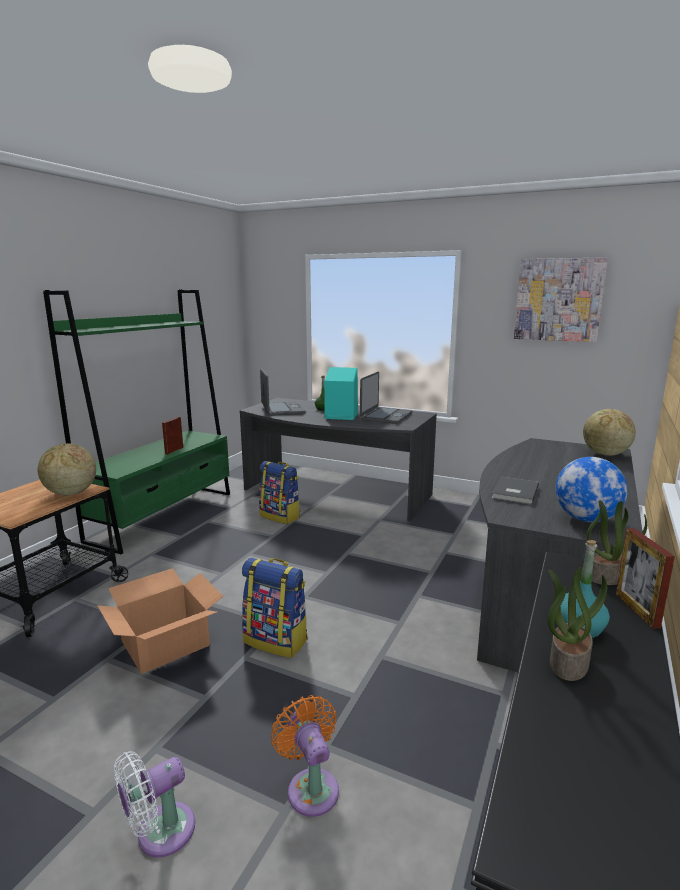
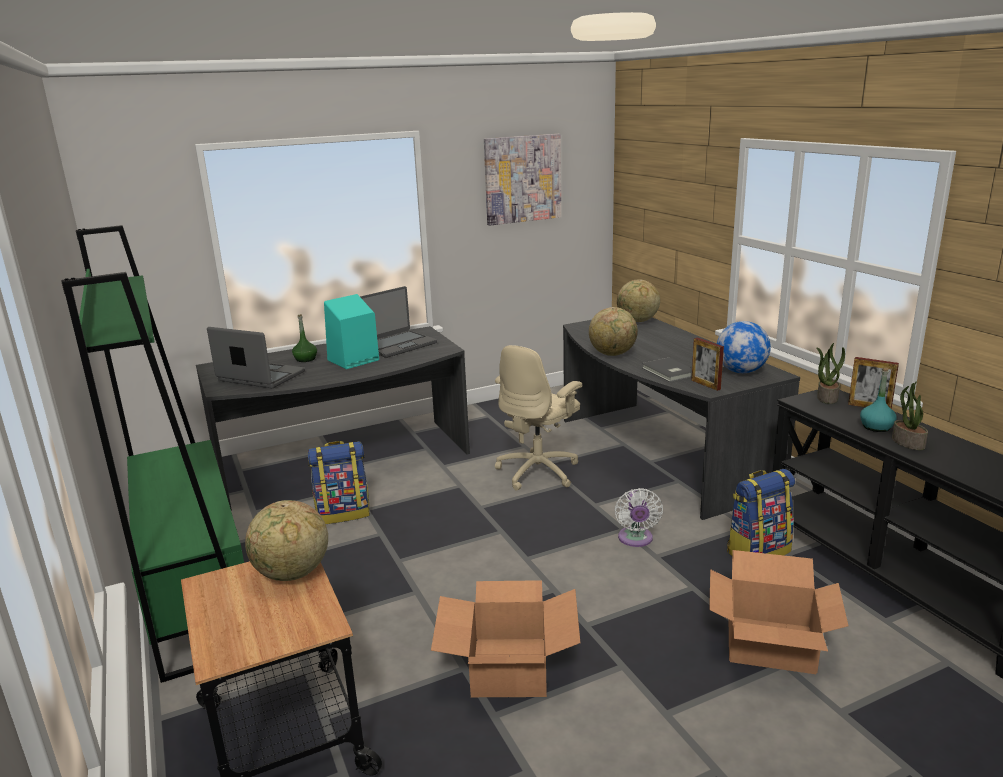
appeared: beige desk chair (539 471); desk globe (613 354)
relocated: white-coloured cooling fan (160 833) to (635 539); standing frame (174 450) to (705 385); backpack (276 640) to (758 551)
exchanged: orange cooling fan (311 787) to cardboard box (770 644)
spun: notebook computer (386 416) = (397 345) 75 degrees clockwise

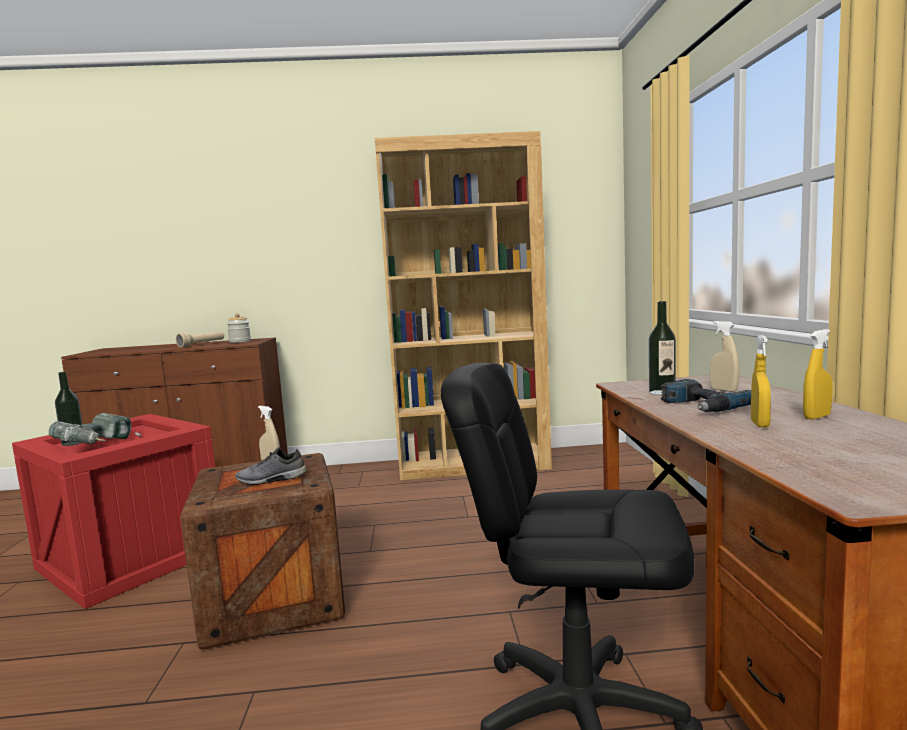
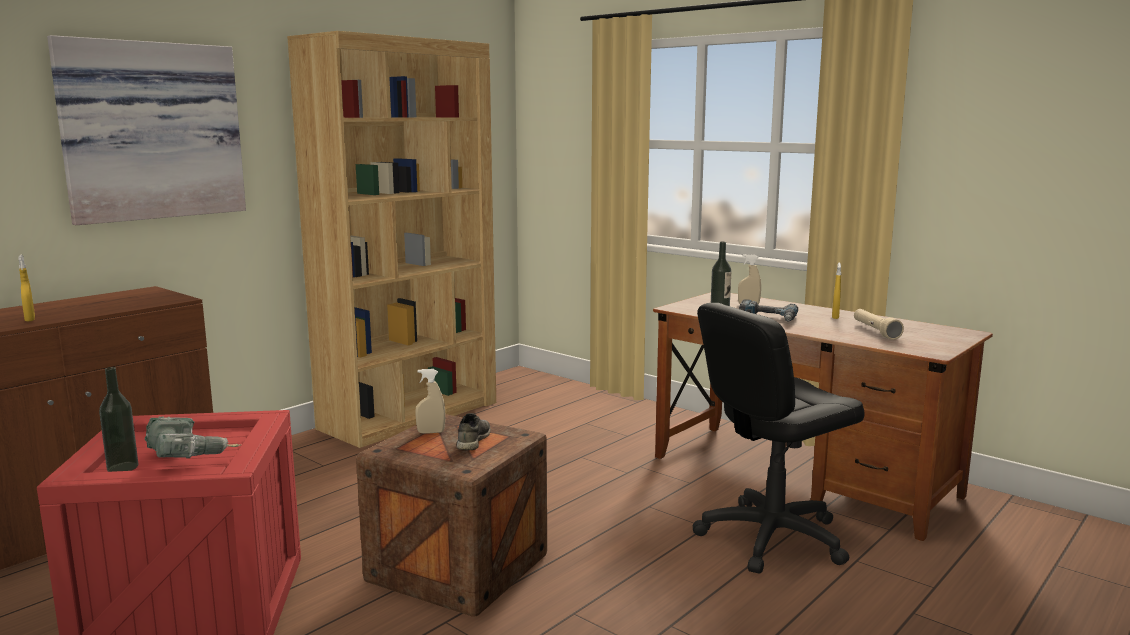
missing: storage jar (240 341)
appeared: wall art (151 131)
relocated: beige flashlight (202 344) to (875 331); yellowish spray bottle (760 424) to (30 319)
spun: grey shoe (271 480) = (472 441) 150 degrees clockwise

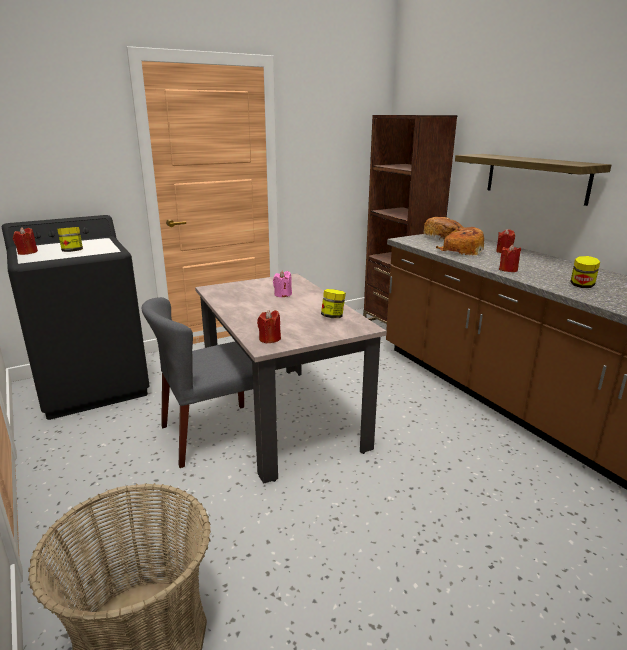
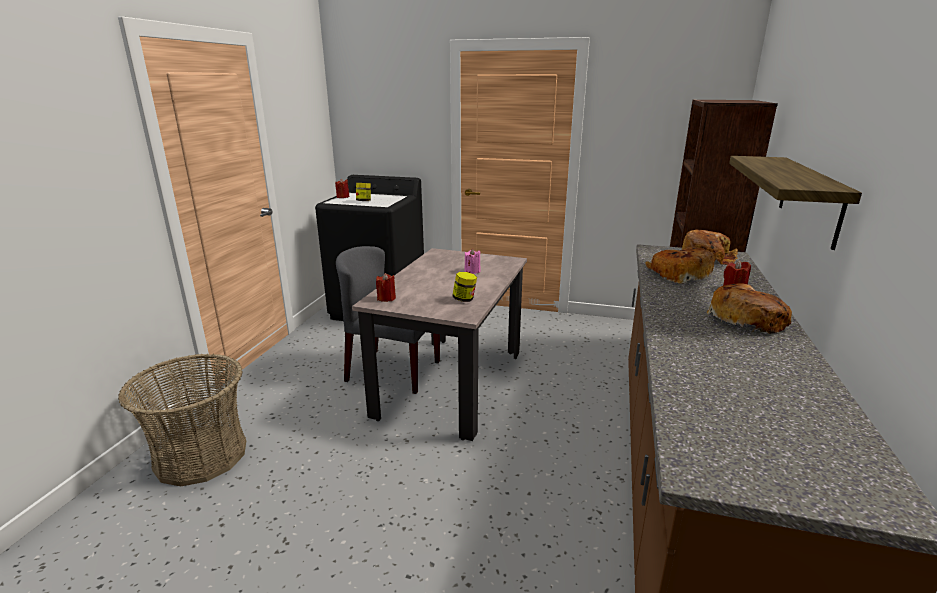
missing: reddish wax light (508 270); storage jar (581 286)
appeared: bakery bread (746 319)

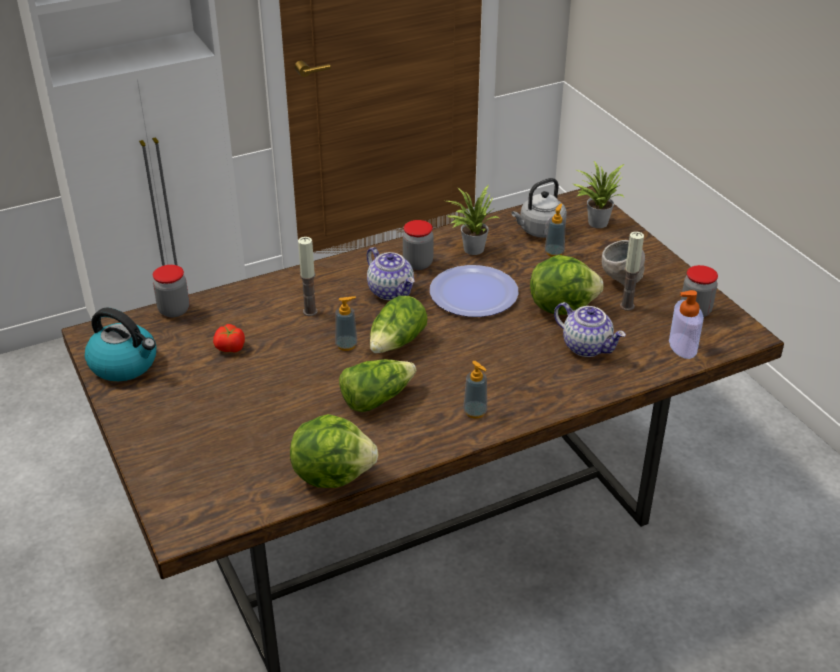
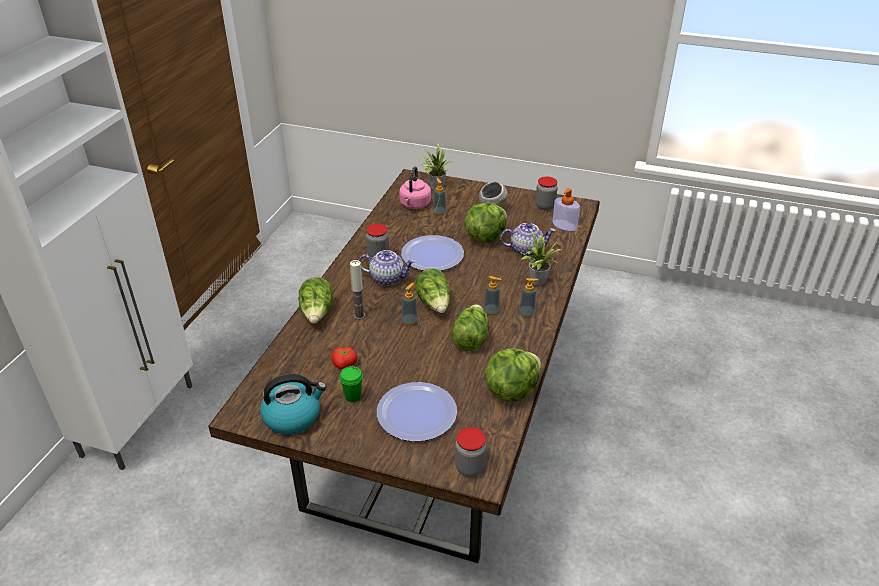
missing: wax light (627 306)
appeared: head of lettuce (317 313); green-coloured small cup (353 396); plate (416 412); soap dispenser (491 311)
relocated: storage jar (174 310) to (470 467); potted plant (471 248) to (536 281)
colour: grey kettle (539 231) to pink kettle (414 205)

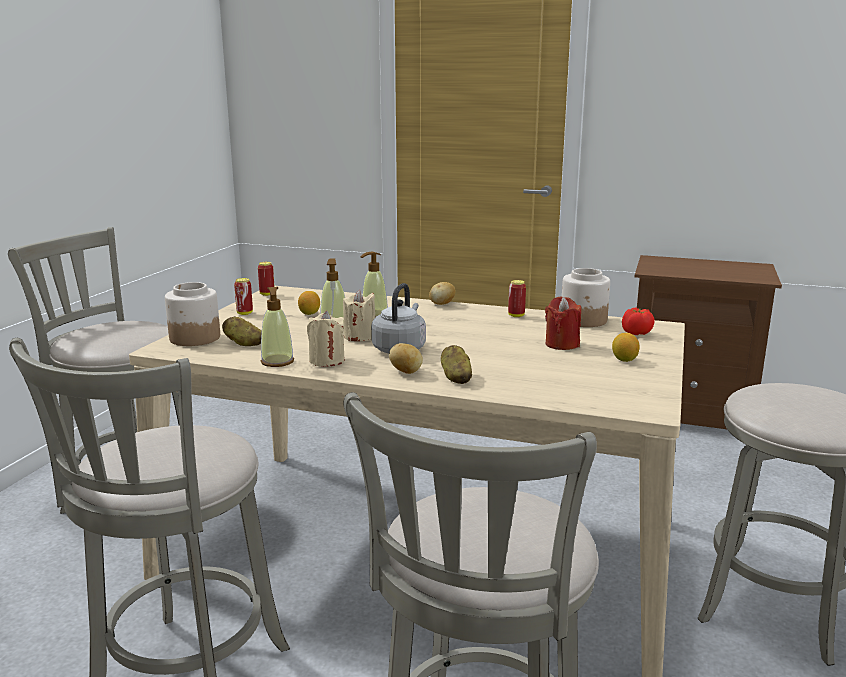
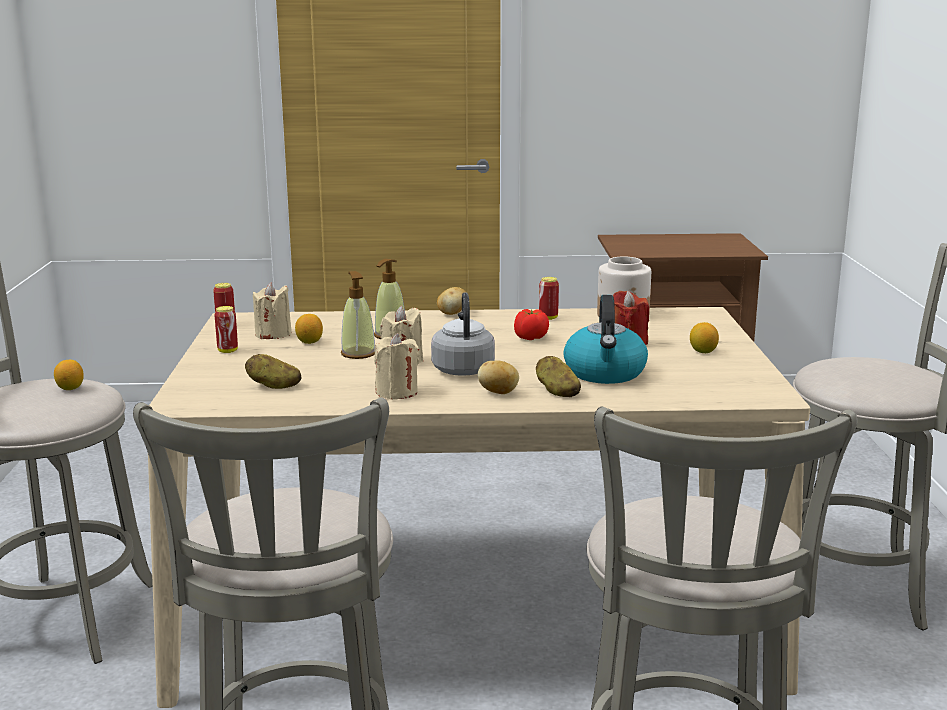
missing: storage jar (194 338); soap dispenser (277 362)
appeared: lemon (70 388); beige wax light (273 334); kettle (605 373)
relocated: fresh tomato (636 333) to (530 338)

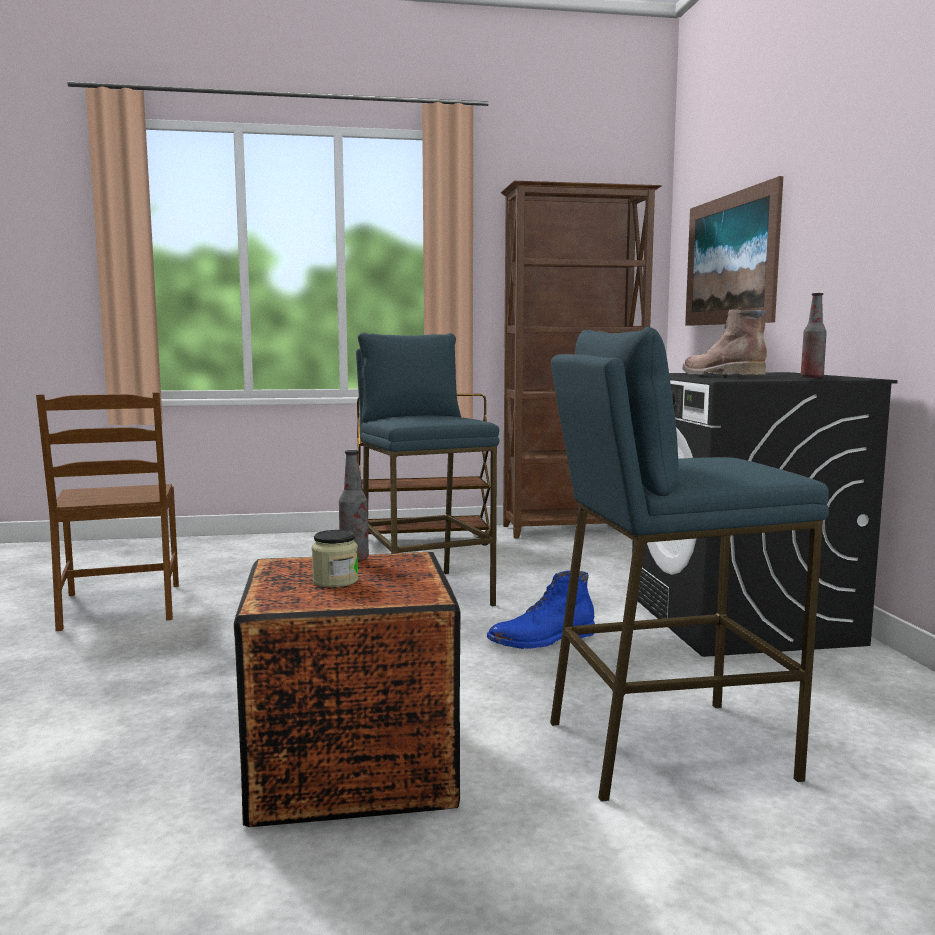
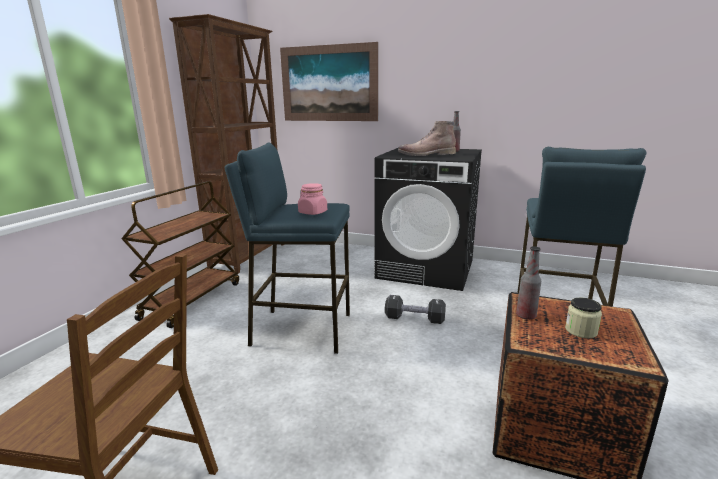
appeared: pink storage jar (312 212)
exchanged: bluish tall boot (542 640) to blackish hand weight (414 318)

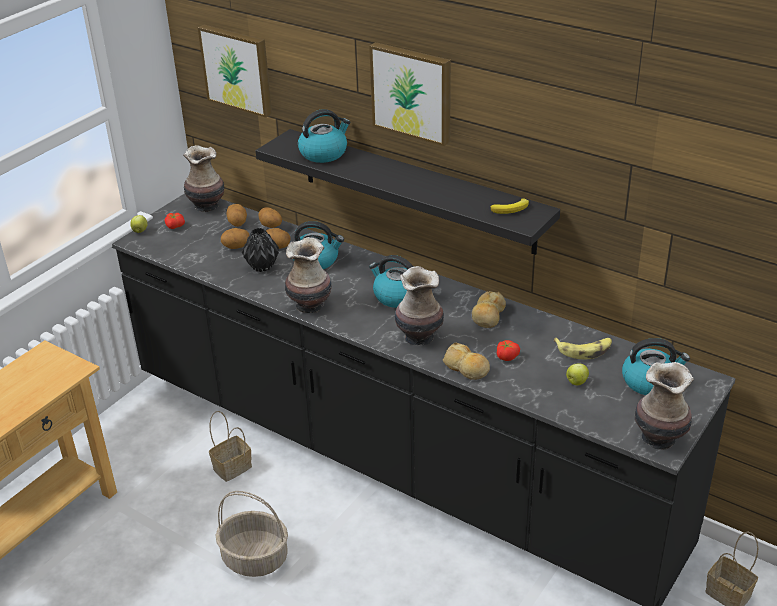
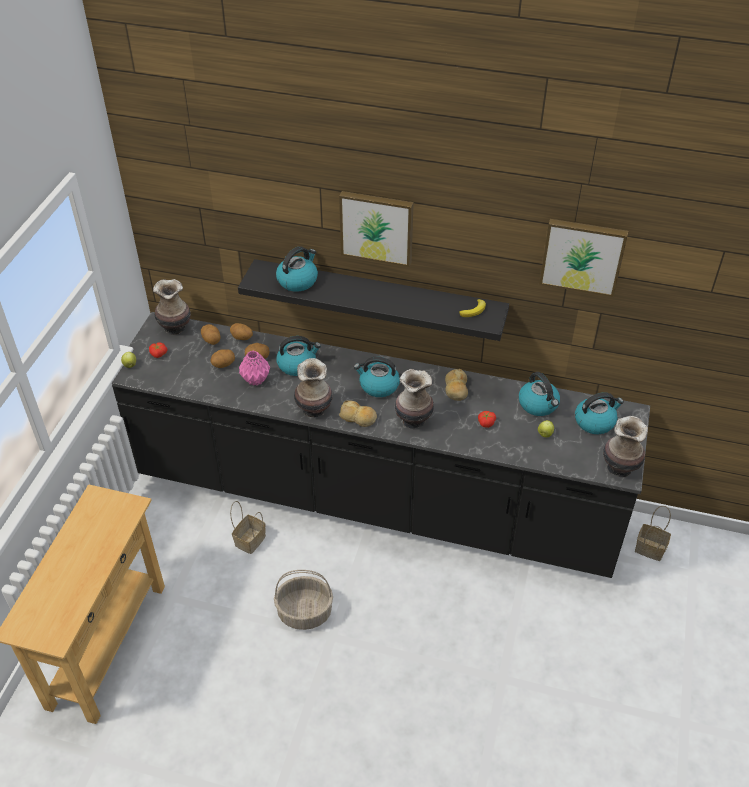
relocated: wall art (238 69) to (582 255); bakery bread (466 368) to (358 418)
exchanged: banana (584 350) to kettle (538 405)
colour: blackish vase (261 266) to pink vase (255 380)

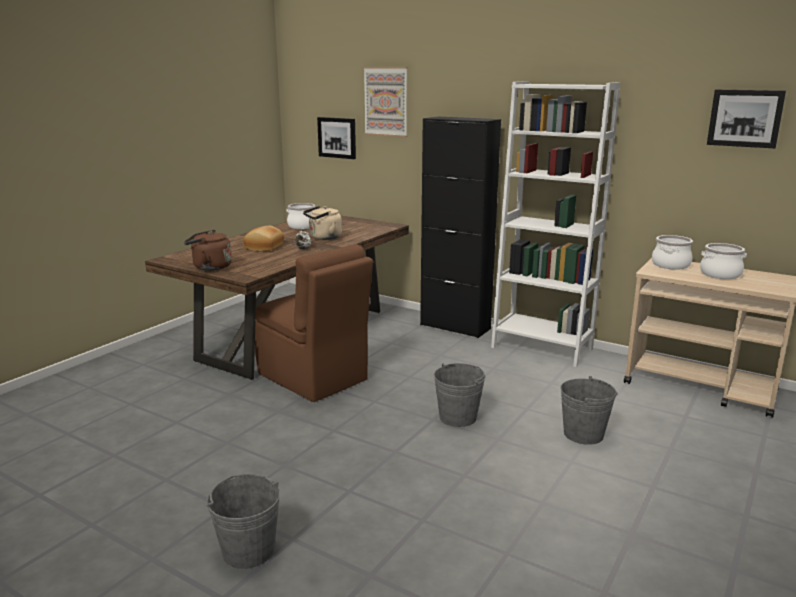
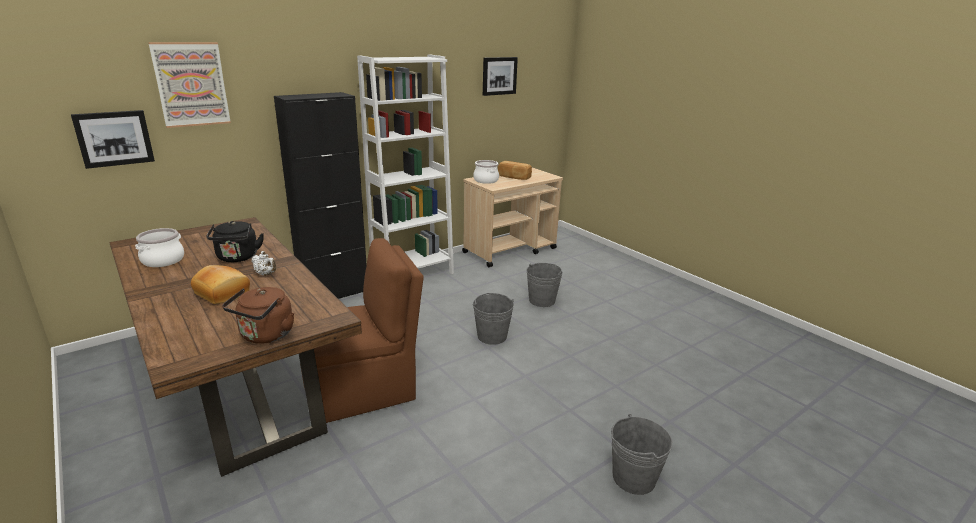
exchanged: saucepot (720 274) to bakery bread (514 177)
colour: beige kettle (323 238) to blackish kettle (237 258)

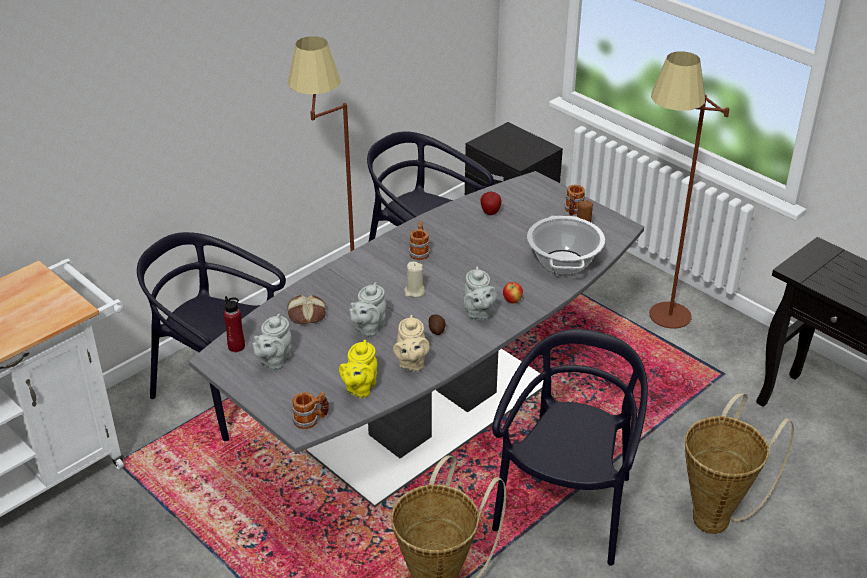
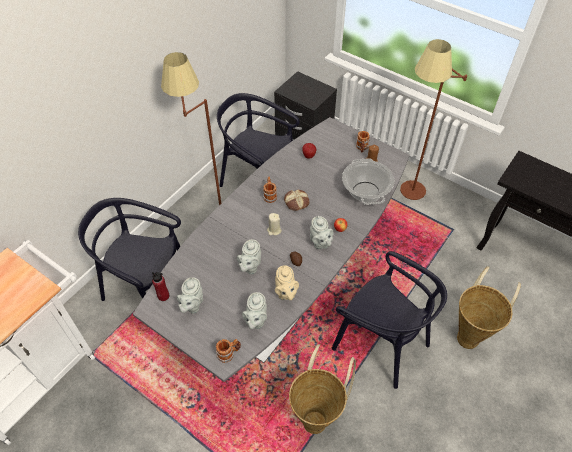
relocated: bakery bread (306 314) to (296 202)
colour: yellowish tea pot (359 388) to grey tea pot (256 320)
spun: blackish plain chair (567 507) = (381 343) 120 degrees clockwise

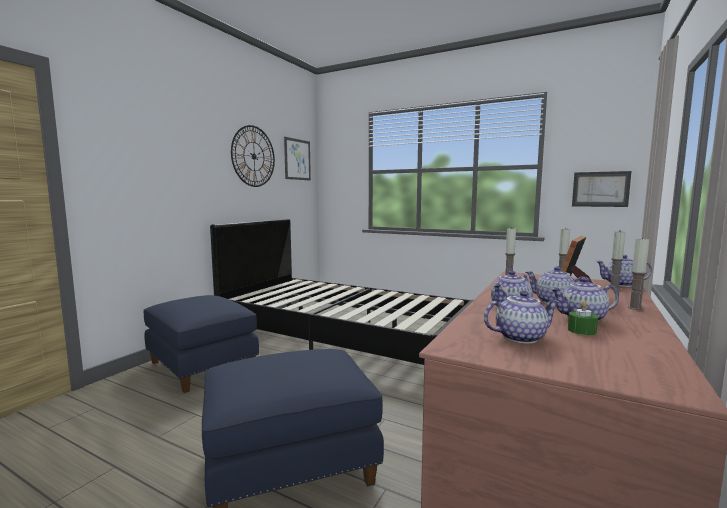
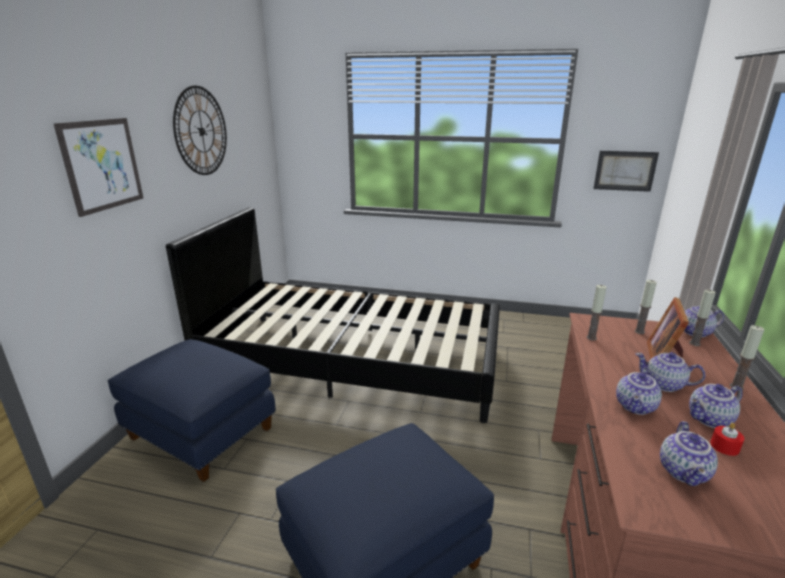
relocated: wall art (297 159) to (102 165)
colour: green-coloured wax light (581 330) to reddish wax light (724 446)
spun: tea pot (520 337) = (684 472) 135 degrees clockwise

